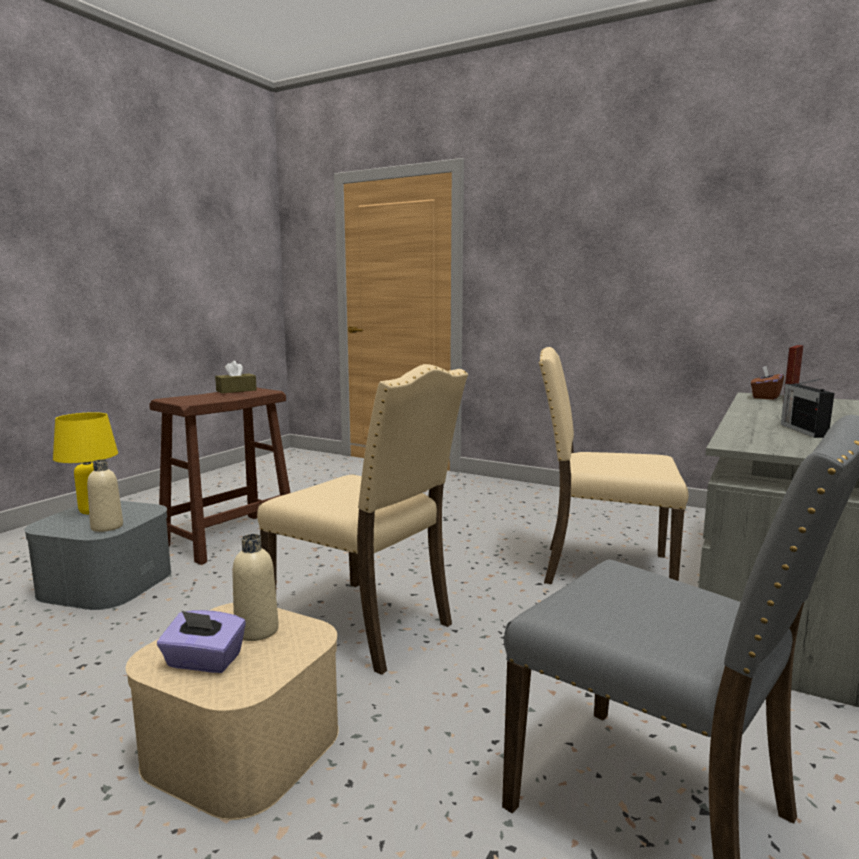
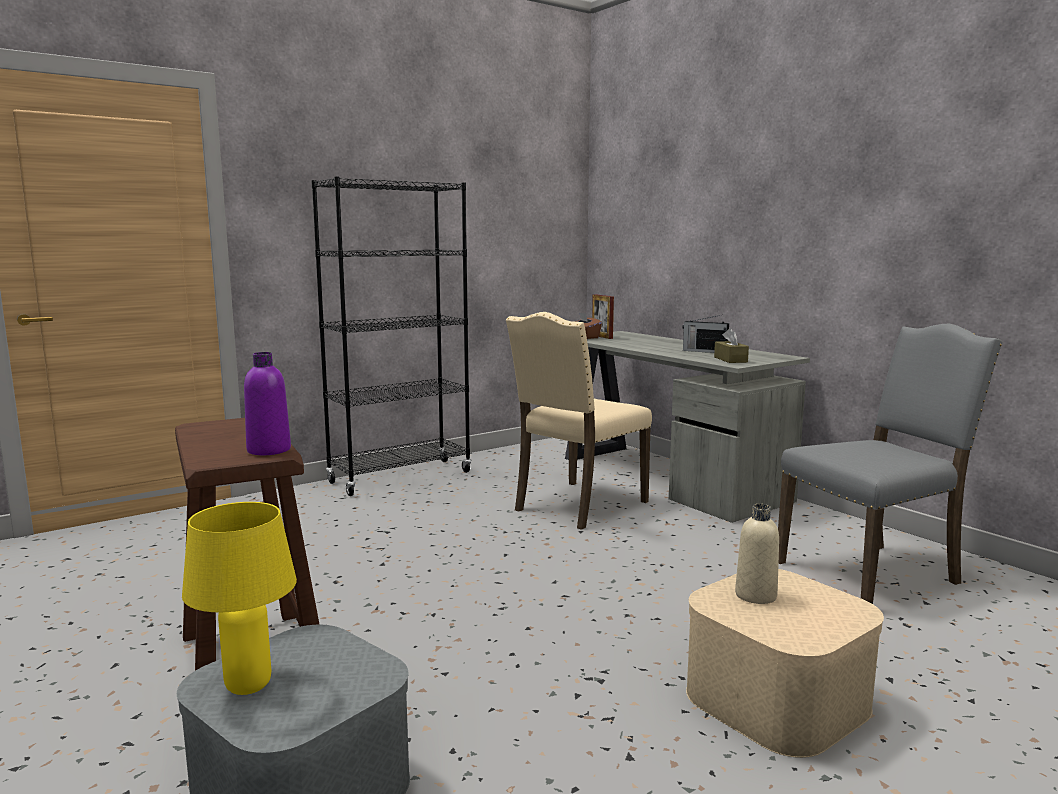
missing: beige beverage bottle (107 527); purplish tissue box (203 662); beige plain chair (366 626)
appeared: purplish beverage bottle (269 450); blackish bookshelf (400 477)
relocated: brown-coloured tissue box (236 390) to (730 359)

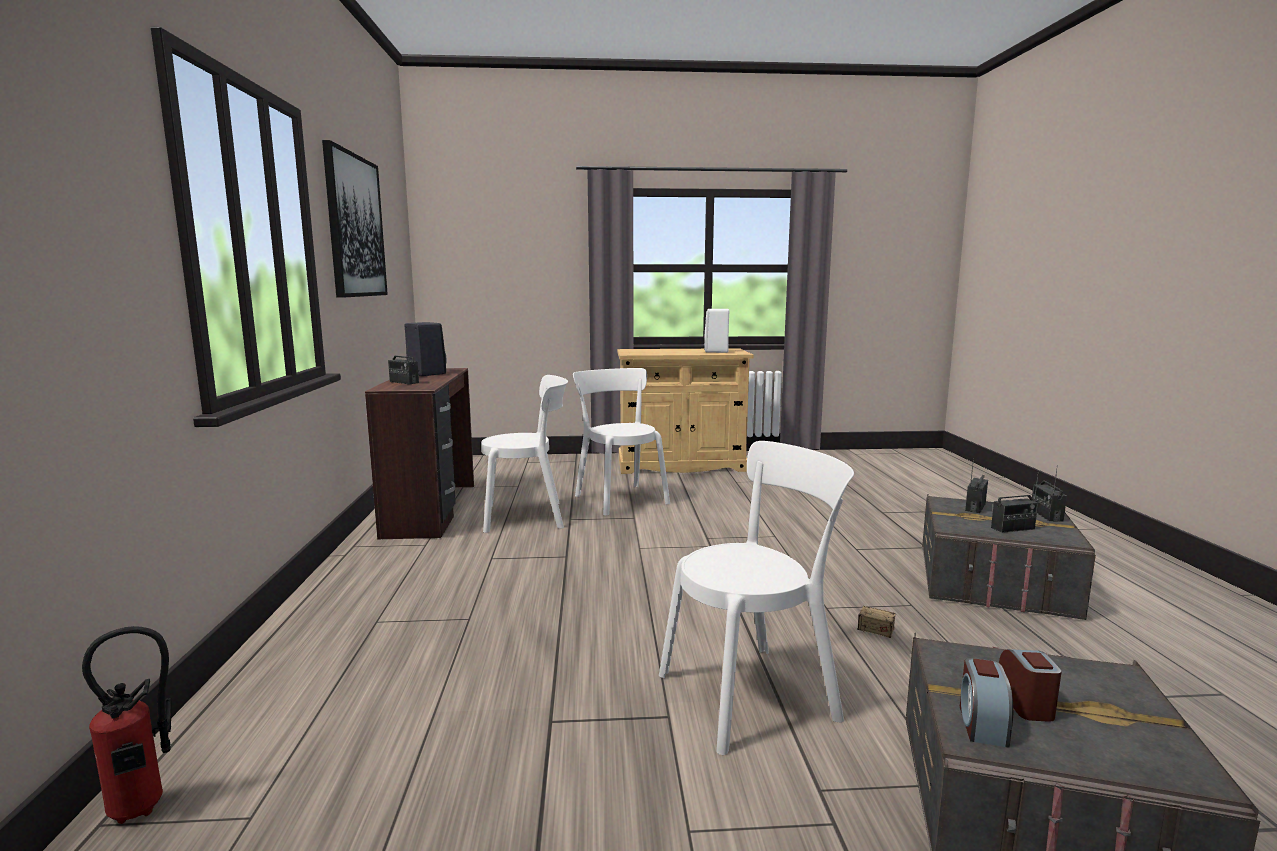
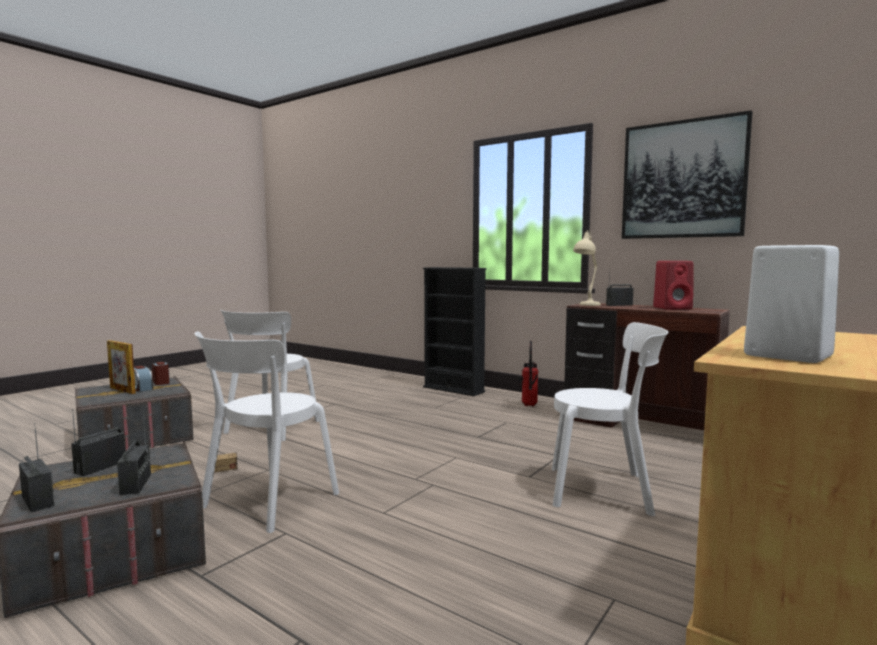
appeared: standing frame (122 390); blackish bookshelf (453 389); beige tabletop lamp (585 305)
relocated: fire-fighting cylinder (146 809) to (528 405); white-coloured plain chair (529 516) to (266 502)
colour: blackish loudspeaker (425 374) to reddish loudspeaker (673 308)

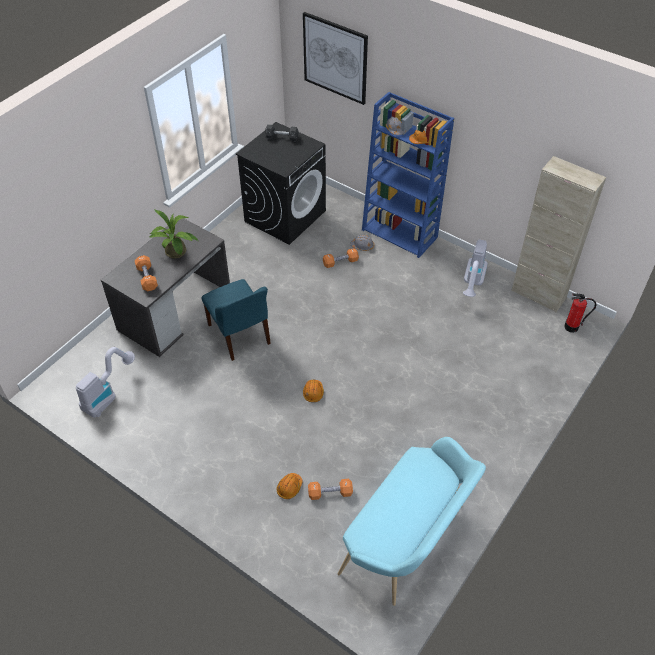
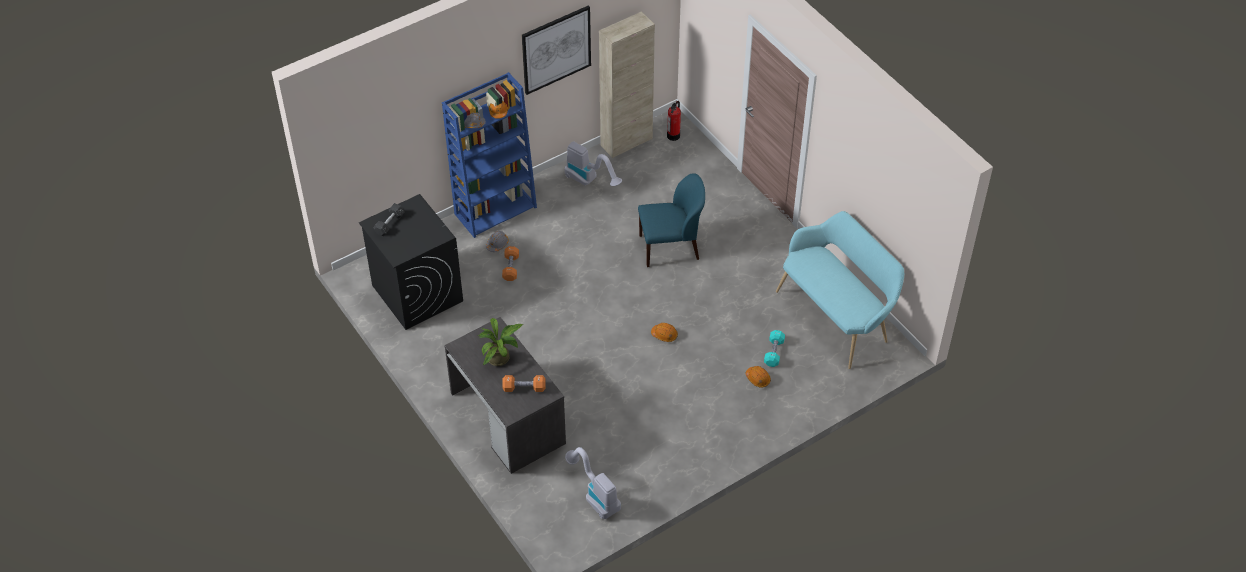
relocated: bluish plain chair (240 335) to (670 247); wall art (335 58) to (556 49)
colour: orange hand weight (330 493) to turquoise-coloured hand weight (774 352)

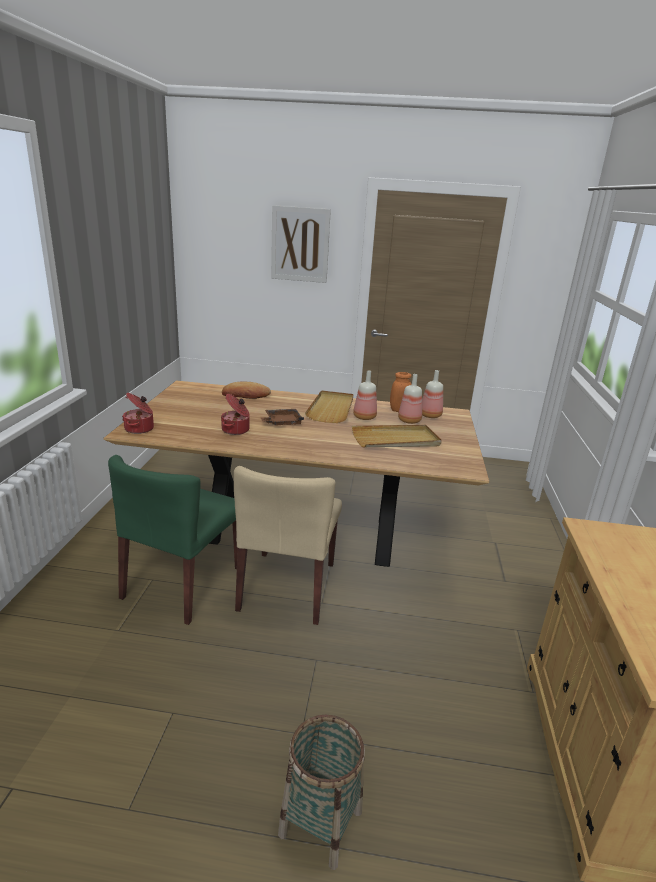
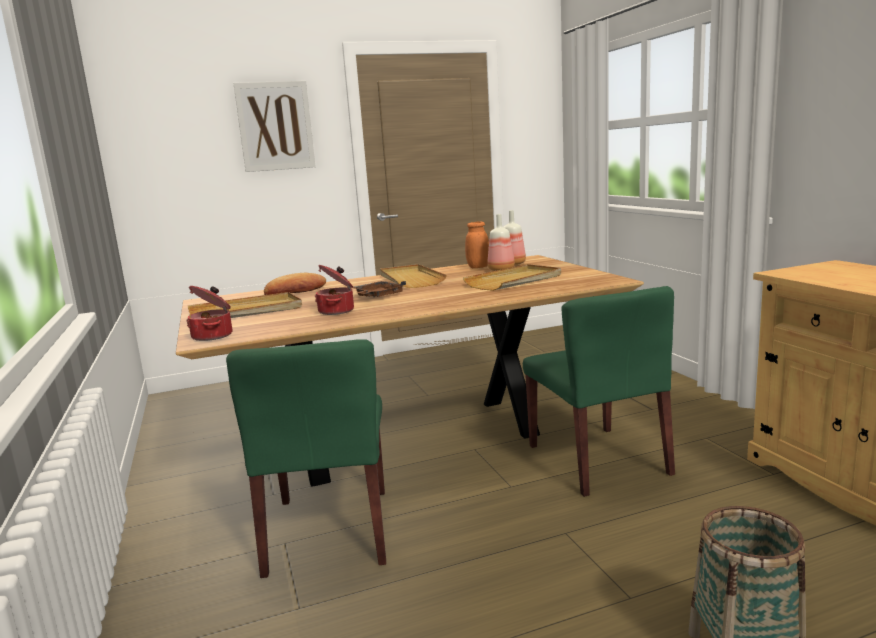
missing: beige plain chair (287 586); beverage bottle (363 417)
appeared: beige serving tray (246 311); green-coloured plain chair (598 460)

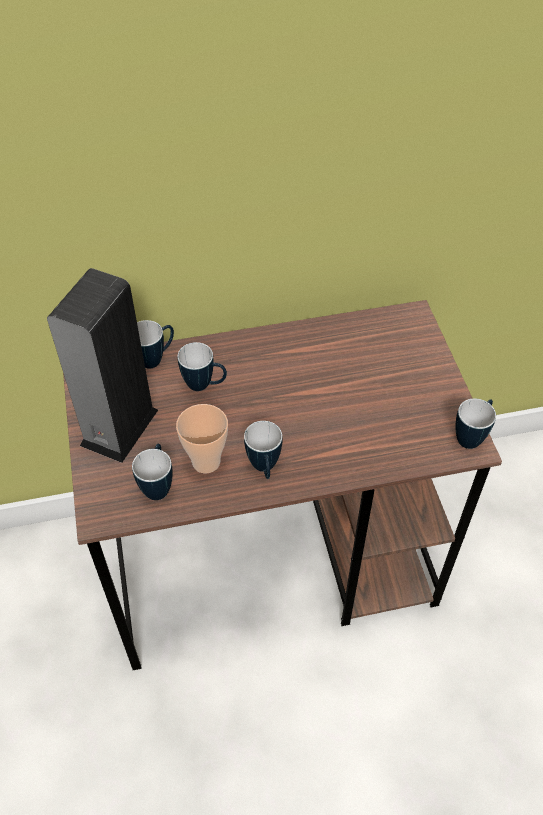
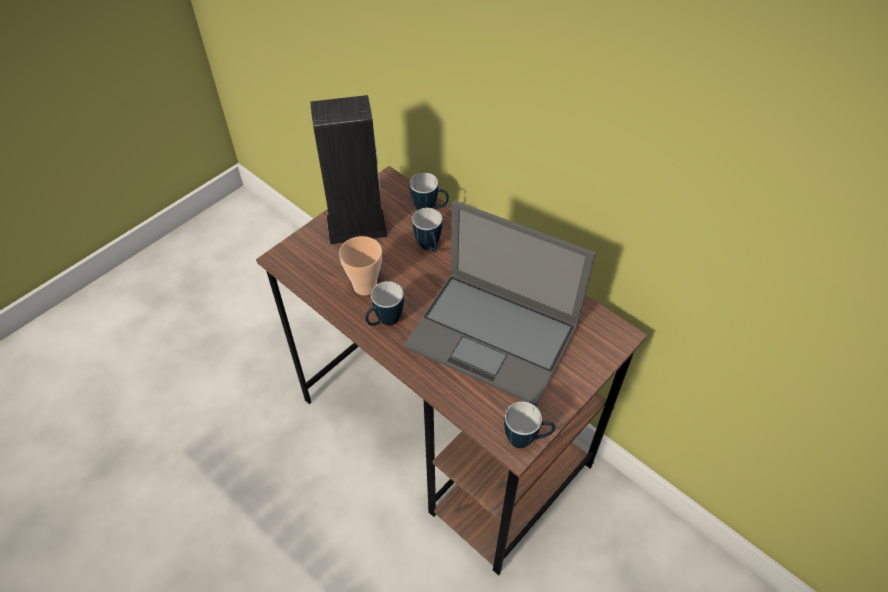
missing: coffee mug (158 485)
appeared: notebook computer (494 336)

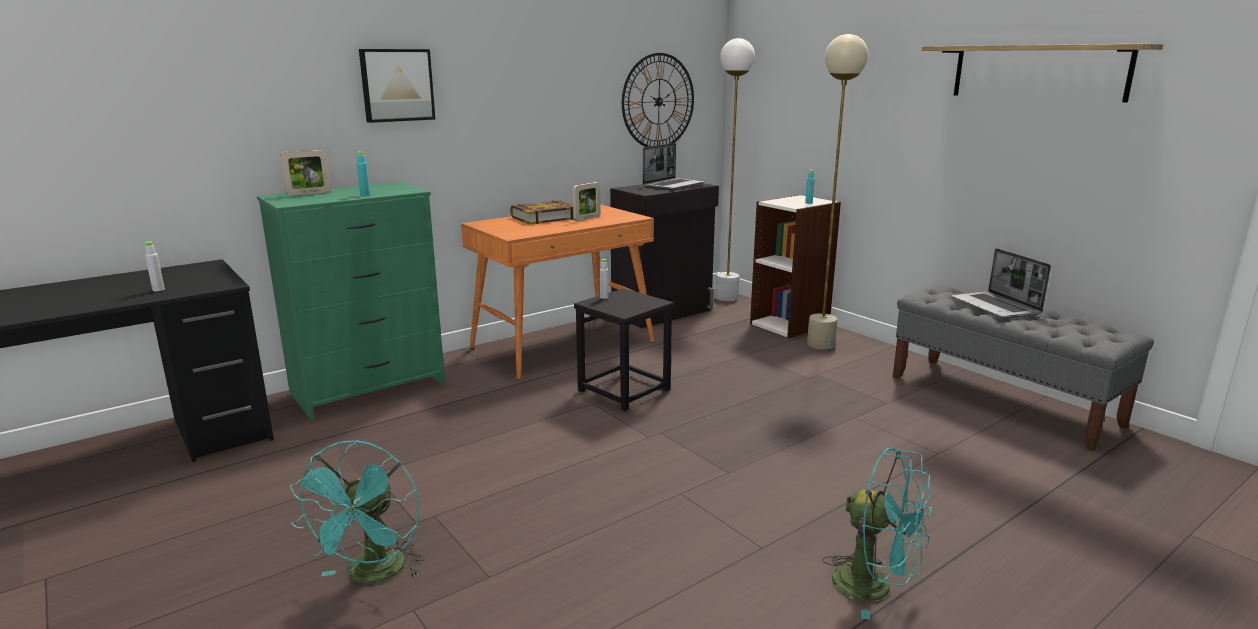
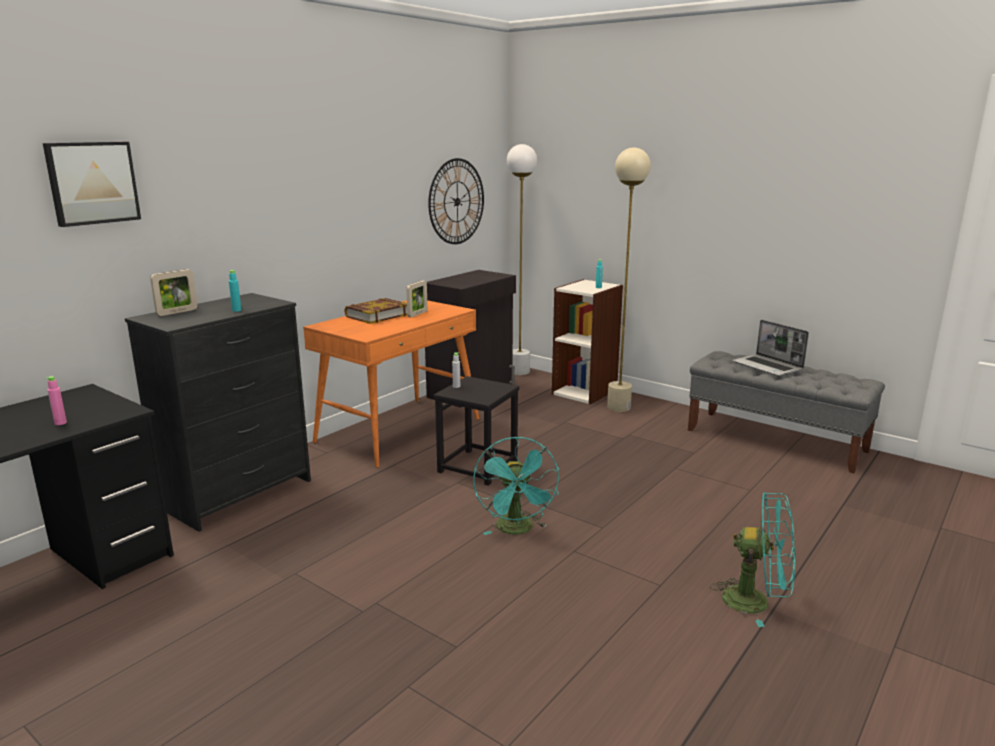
missing: notebook computer (673 185); wall shelf (1038 72)
relocated: turquoise-coloured cooling fan (373 576) to (517 530); wall art (396 85) to (92 183)
colour: grey beverage bottle (158 289) to pink beverage bottle (60 423); green-coloured dresser (369 389) to blackish dresser (238 494)

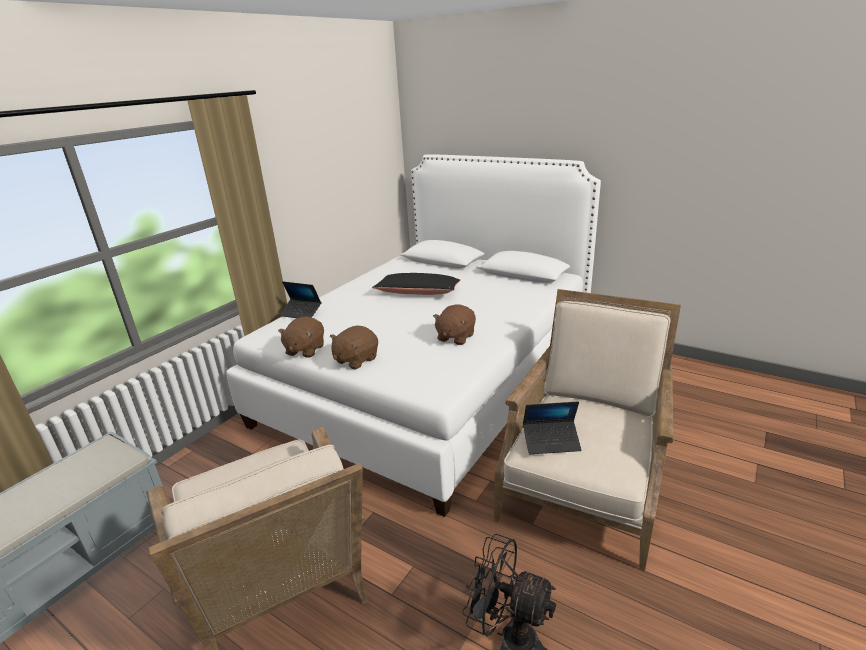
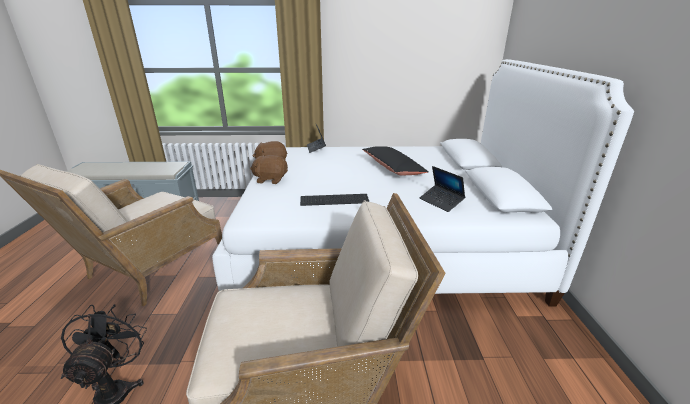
relocated: notebook computer (551 442) to (441 202)
exchanged: brown-coloured plush toy (455 337) to computer keyboard (335 200)

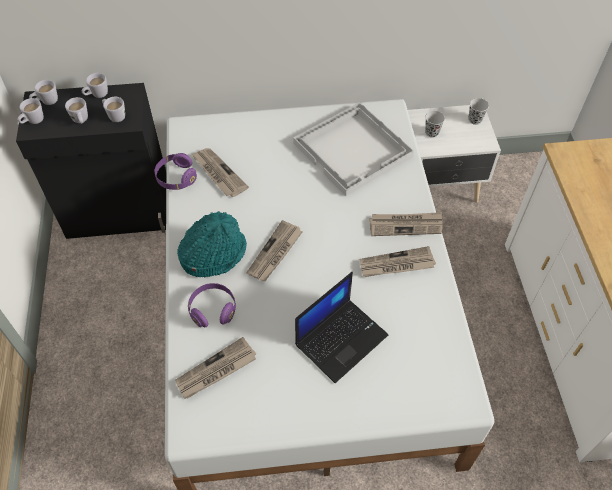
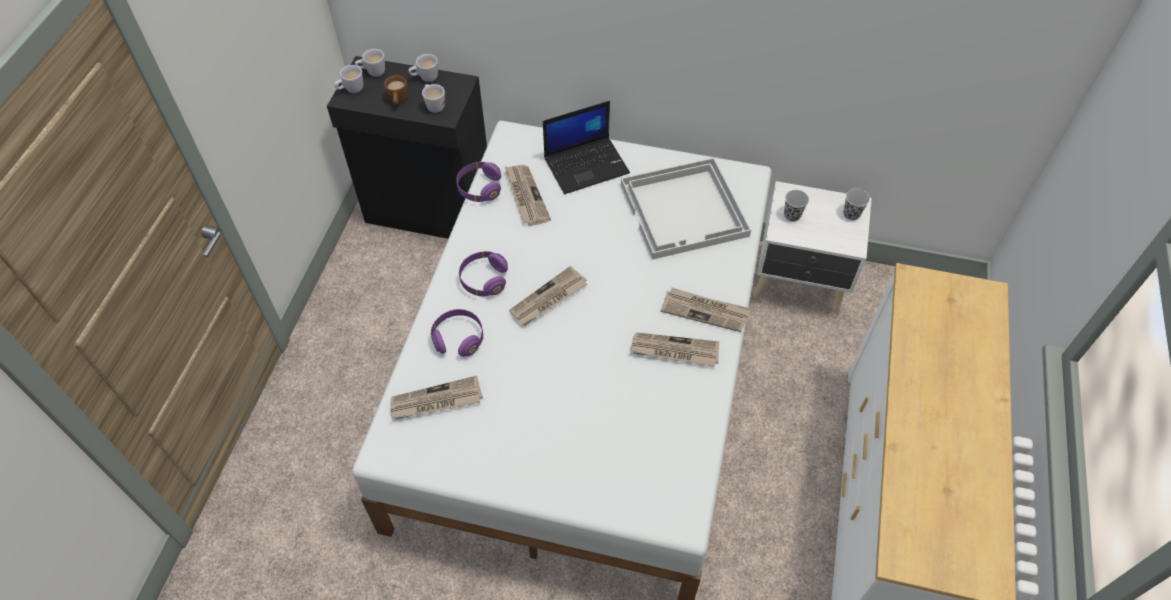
relocated: notebook computer (341 338) to (587 165)
exchanged: turquoise-coloured clothing hat (213 253) to purplish headset (484 280)
colour: white-coloured coffee mug (81 121) to brown-coloured coffee mug (398 102)

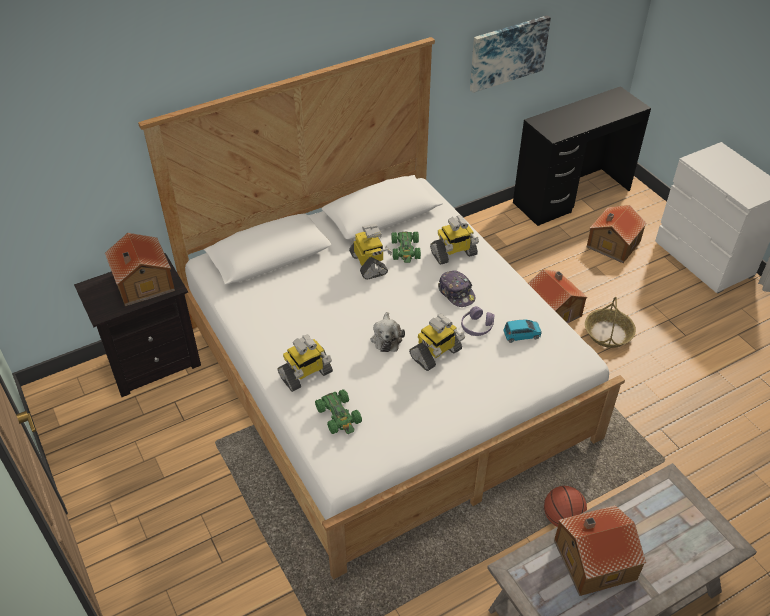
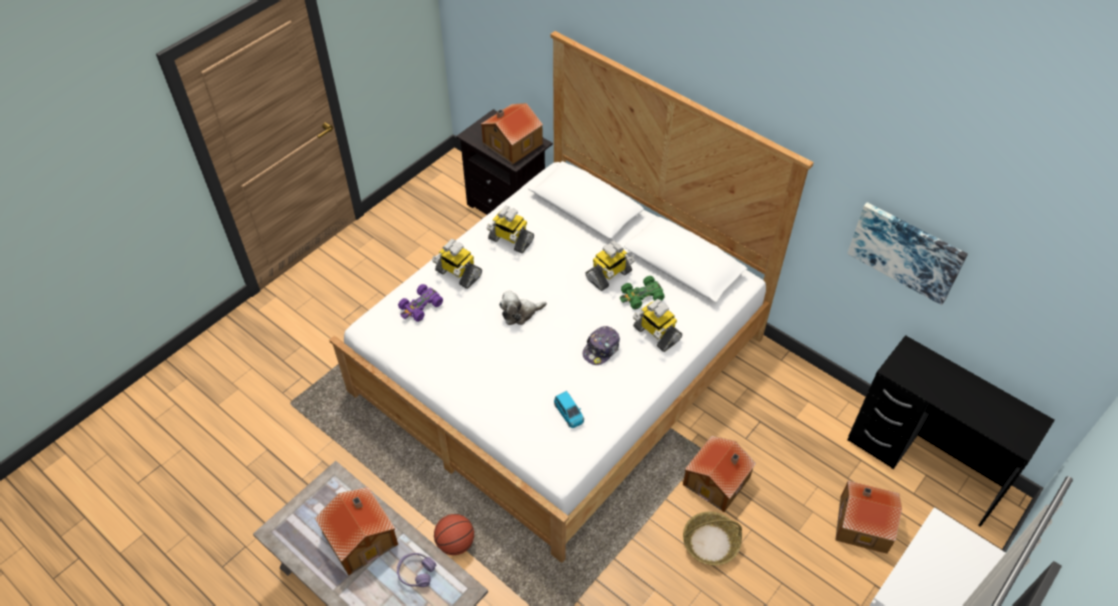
relocated: toy robot (436 354) to (510 240); purplish headset (477 326) to (416 572)
colour: green-coloured toy car (339 416) to purplish toy car (420 307)

